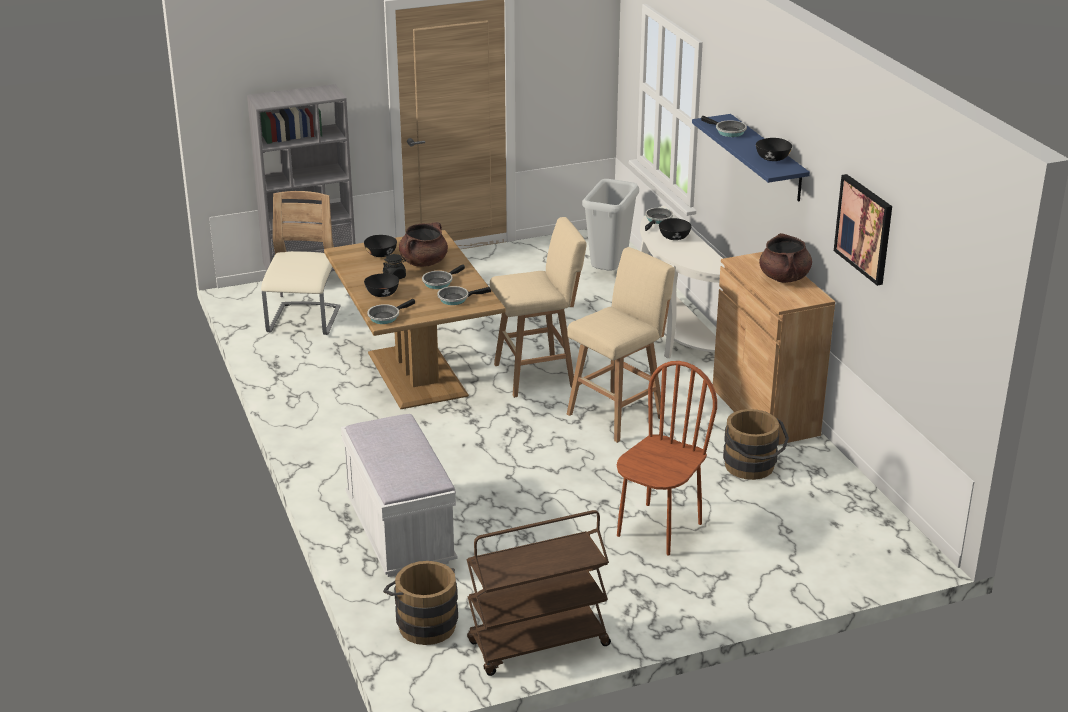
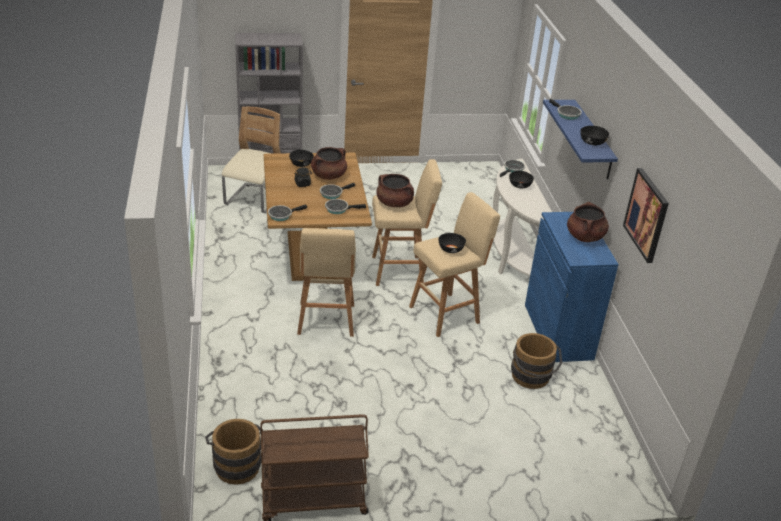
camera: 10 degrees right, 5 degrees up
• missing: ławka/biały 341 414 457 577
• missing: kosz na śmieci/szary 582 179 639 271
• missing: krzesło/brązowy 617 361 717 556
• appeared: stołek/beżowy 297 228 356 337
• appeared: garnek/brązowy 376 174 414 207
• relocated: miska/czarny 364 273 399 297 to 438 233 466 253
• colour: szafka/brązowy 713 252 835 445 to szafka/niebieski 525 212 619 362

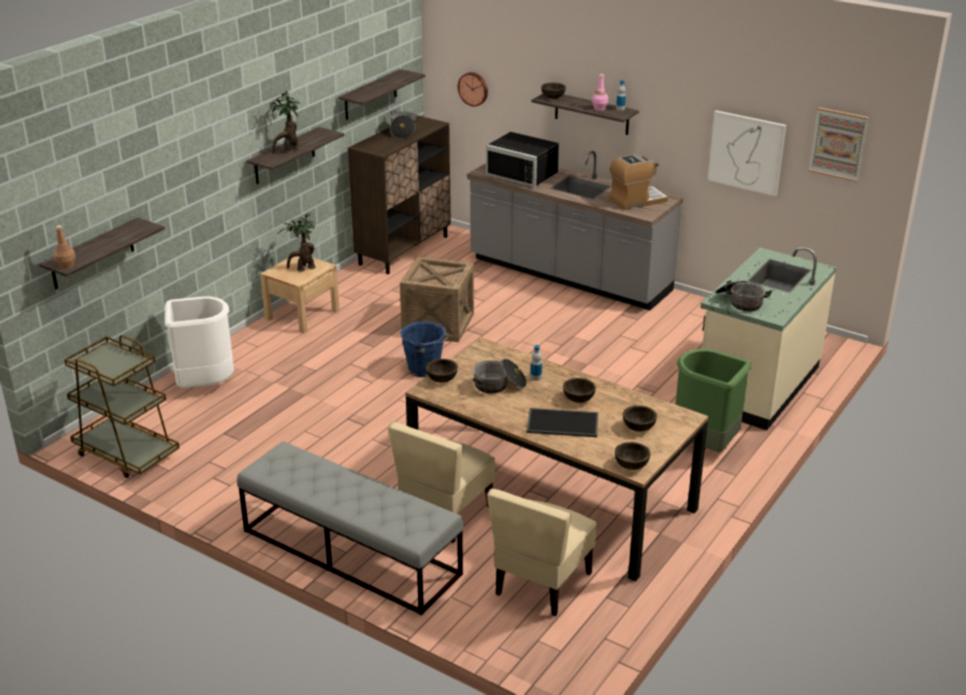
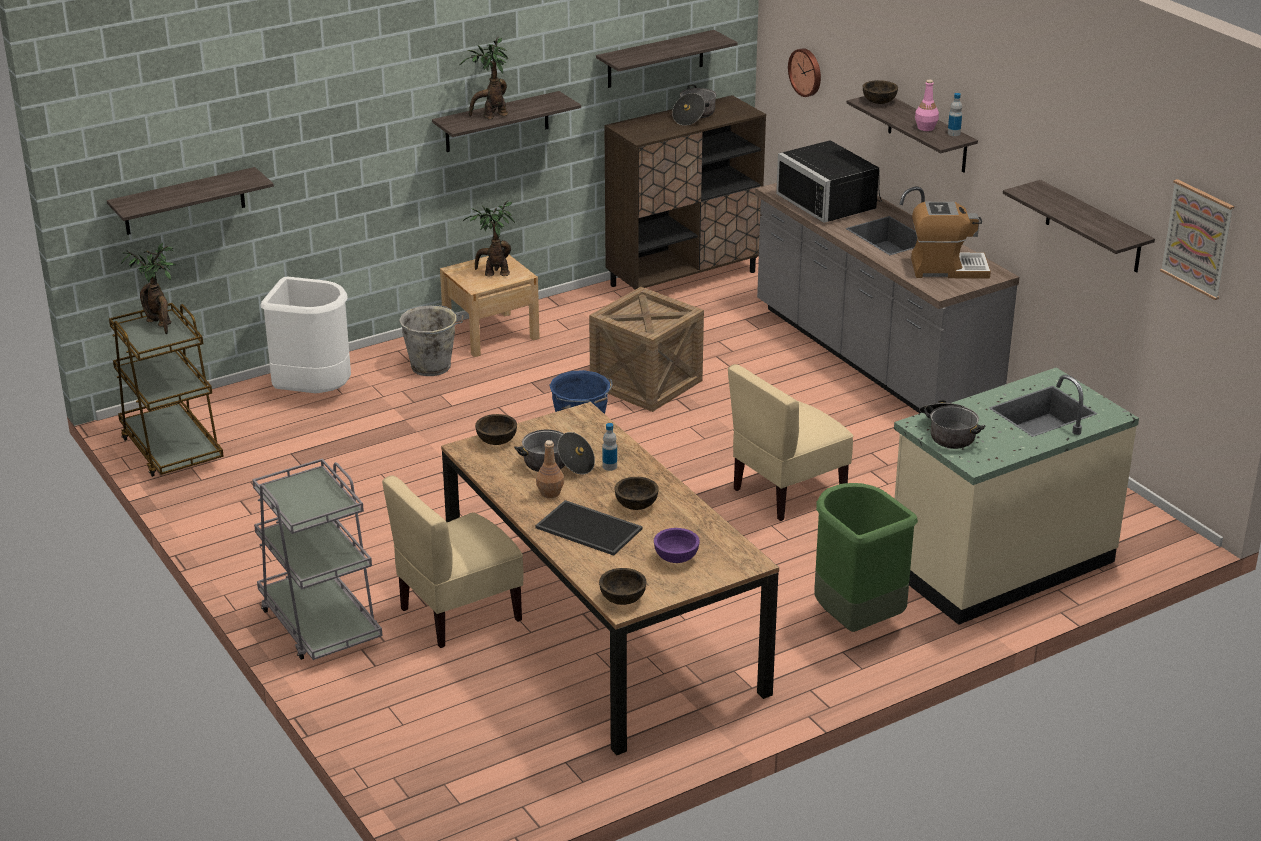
camera: 25 degrees right, 0 degrees up
• appeared: roślina doniczkowa 121 243 176 334
• appeared: wiadro/szary 399 305 464 376
• relocated: butelka/brązowy 54 225 76 269 to 536 440 564 498
• relocated: krzesło/beżowy 487 488 597 616 to 728 364 853 521
• exchanged: ławka/szary 237 442 464 615 to wózek/szary 252 459 382 660
• exchanged: obraz 708 110 786 196 to półka 1003 180 1155 273
• colour: miska/brązowy 623 405 657 432 to miska/fioletowy 654 528 700 563

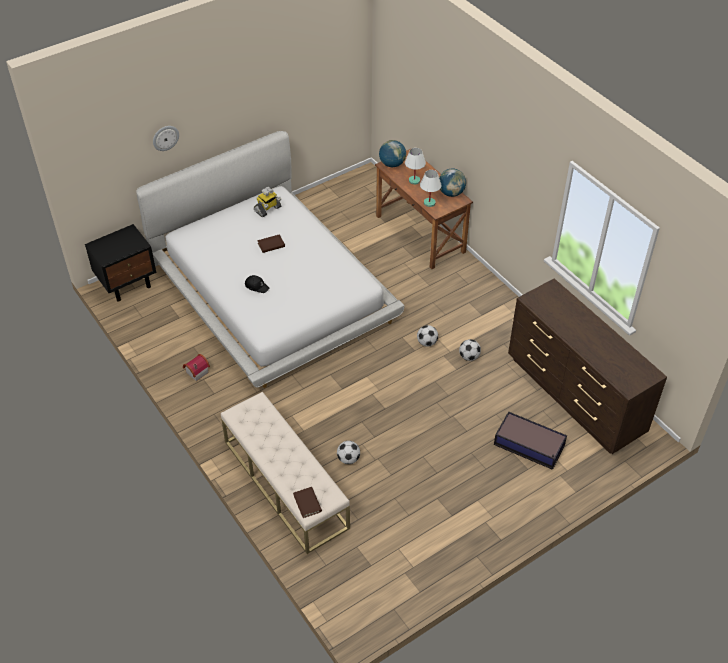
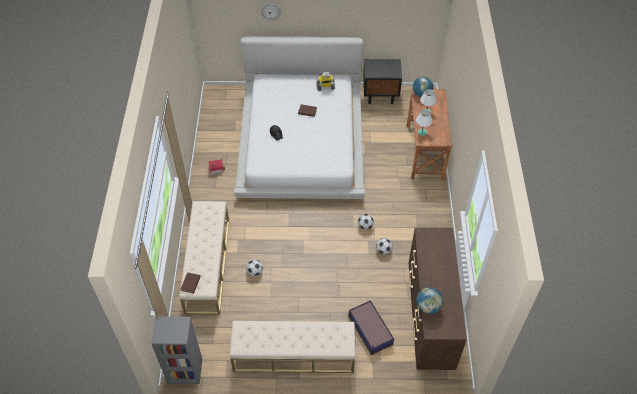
camera: 35 degrees right, 5 degrees up
• appeared: regał/szary 151 317 202 384
• appeared: ławka/beżowy 230 321 355 373
• relocated: szafka nocna/czarny 85 224 157 302 to 363 59 402 104
• relocated: globus 439 168 466 197 to 417 287 443 314

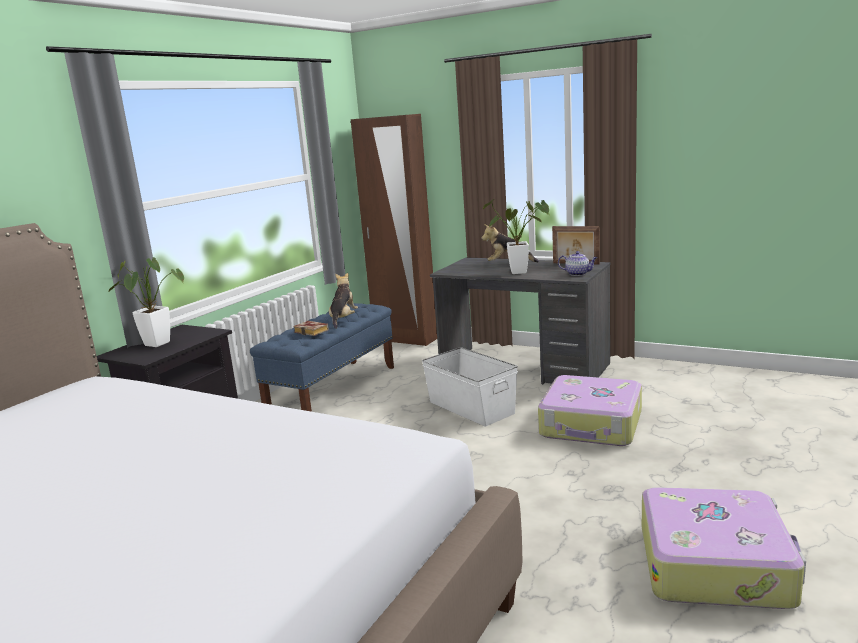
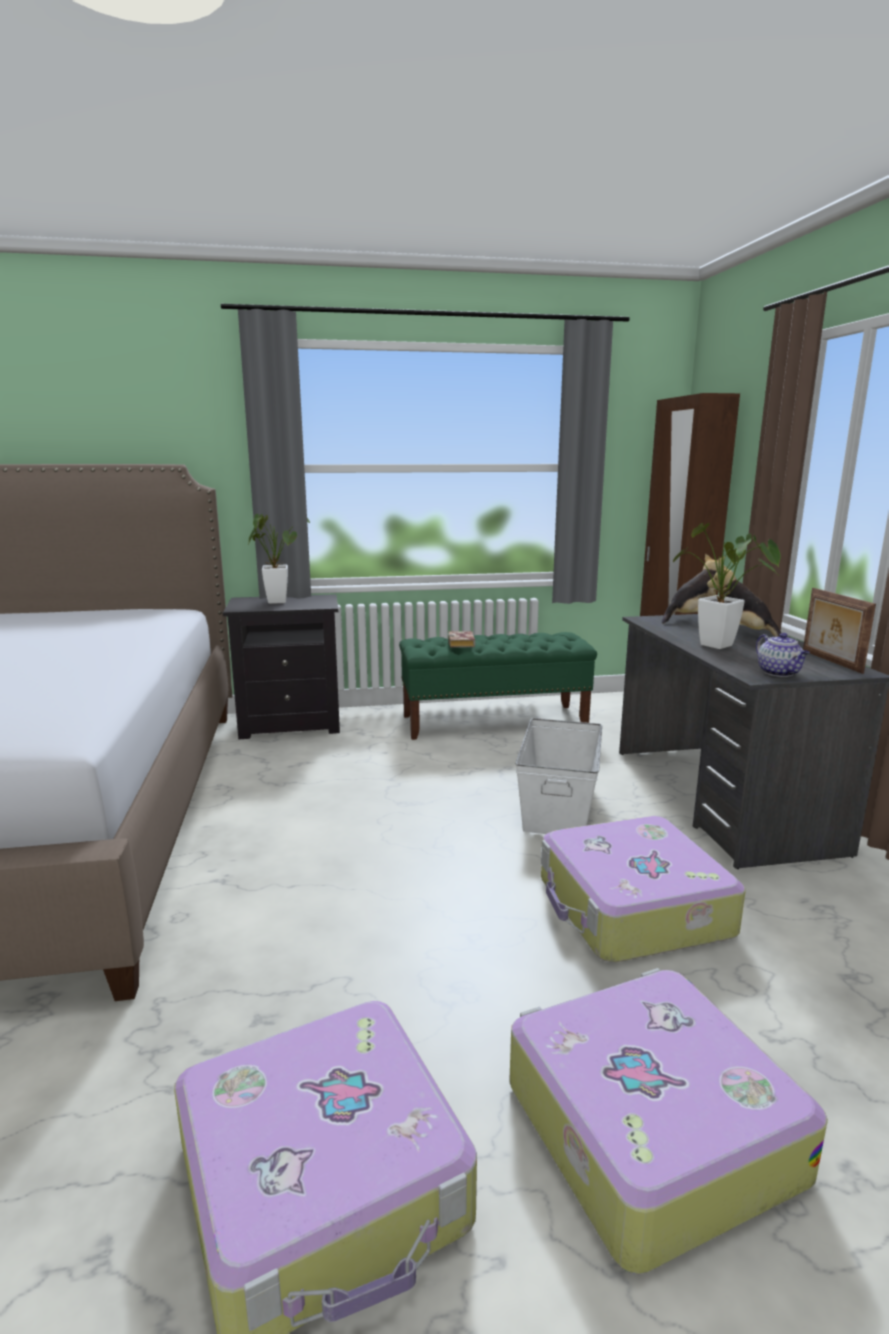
camera: 50 degrees right, 0 degrees up
• appeared: walizka 509 968 828 1274
• relocated: pluszak 329 273 358 329 to 662 554 725 624
• colour: ławka/niebieski 250 303 394 412 to ławka/zielony 399 632 597 740

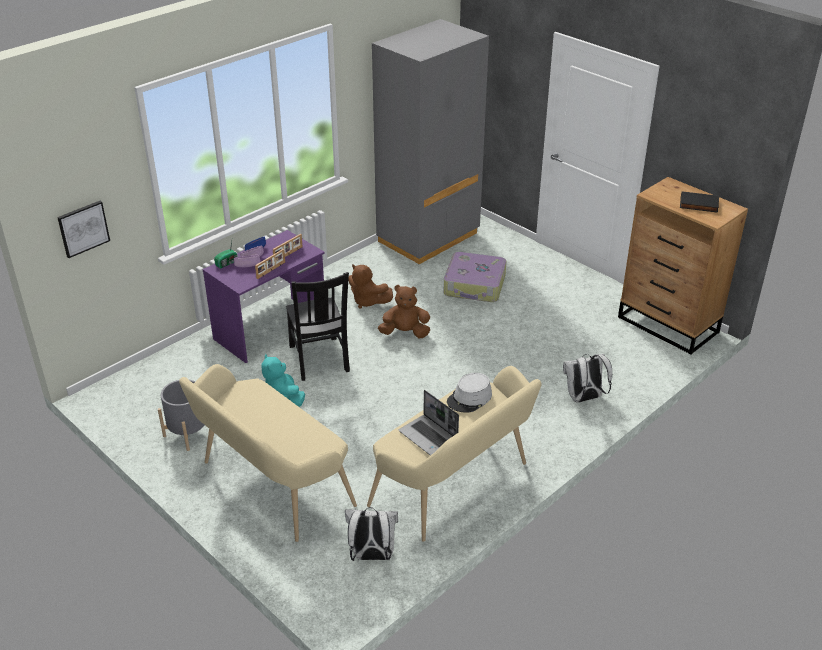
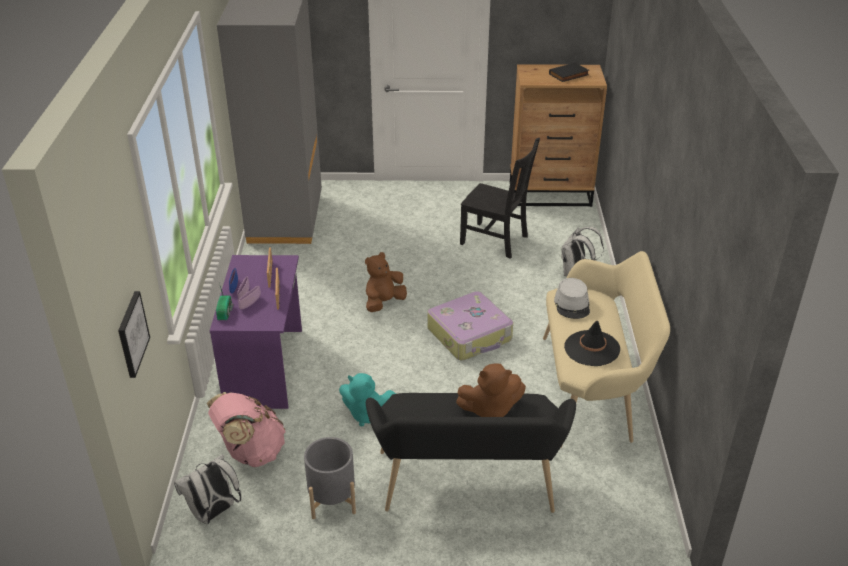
camera: 45 degrees left, 0 degrees up
• appeared: plecak/różowy 207 392 286 467
• relocated: krzesło/czarny 286 272 350 381 to 460 138 540 259
• relocated: plecak/biały 345 507 398 561 to 174 454 241 524
• relocated: pluszak/brązowy 348 264 393 309 to 456 363 526 417
• relocated: walizka 444 252 506 302 to 427 291 513 361
• exchanged: laptop 399 390 459 456 to kapelusz/czarny 564 321 620 366
• colour: ławka/beżowy 179 364 357 542 to ławka/czarny 366 393 576 513

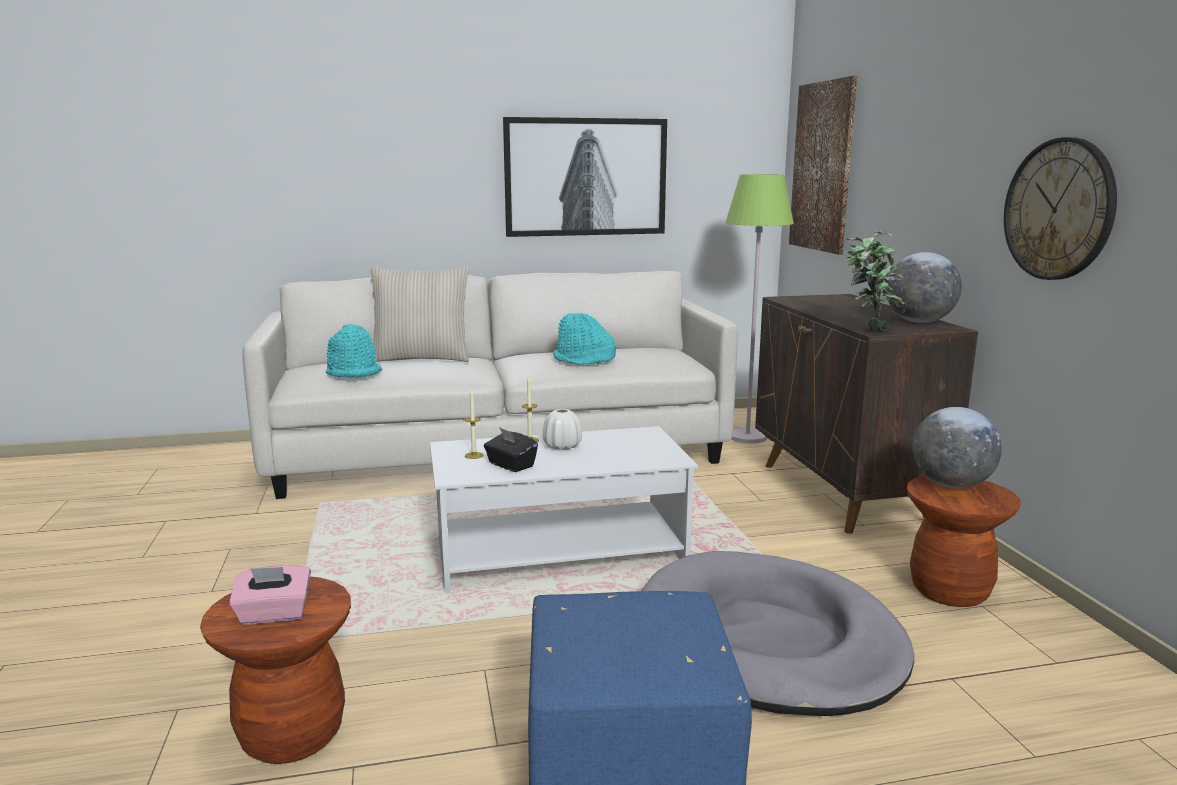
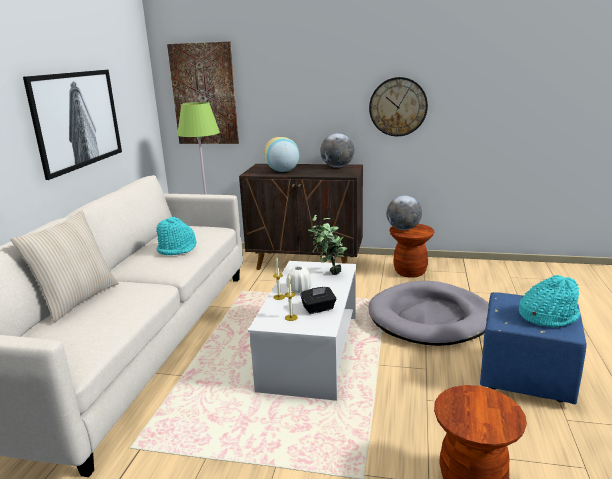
camera: 65 degrees left, 5 degrees up
• missing: pudełko chusteczek/różowy 229 565 311 625
• appeared: wazon 264 137 299 172
• relocated: kapelusz/turkusowy 326 323 382 378 to 519 275 580 327
• relocated: roślina doniczkowa 846 230 904 331 to 308 215 347 275

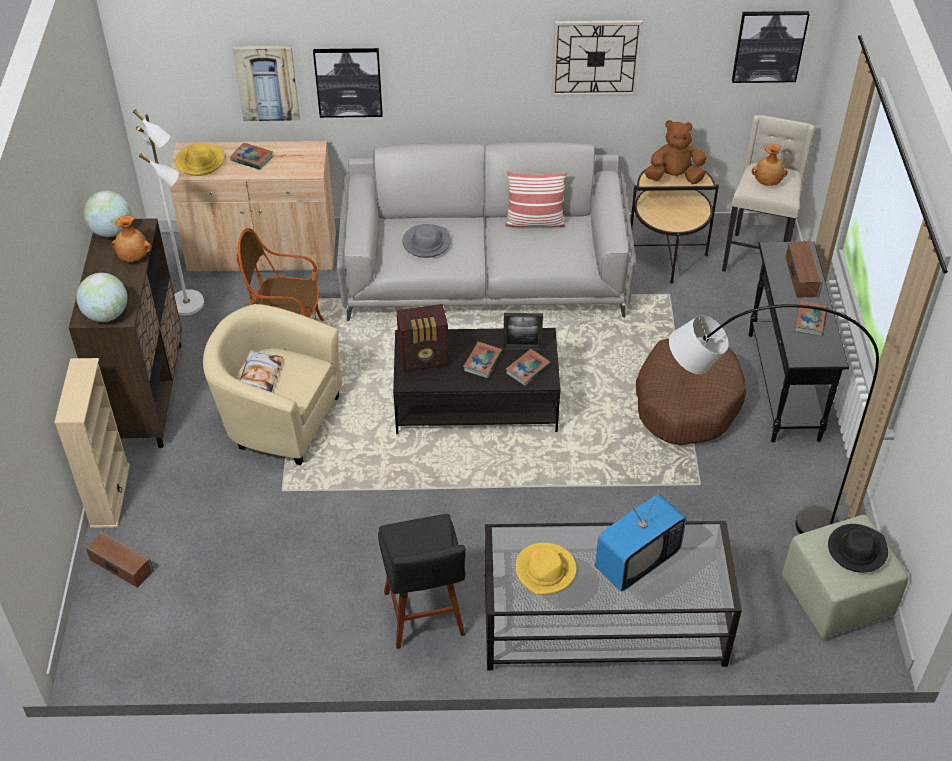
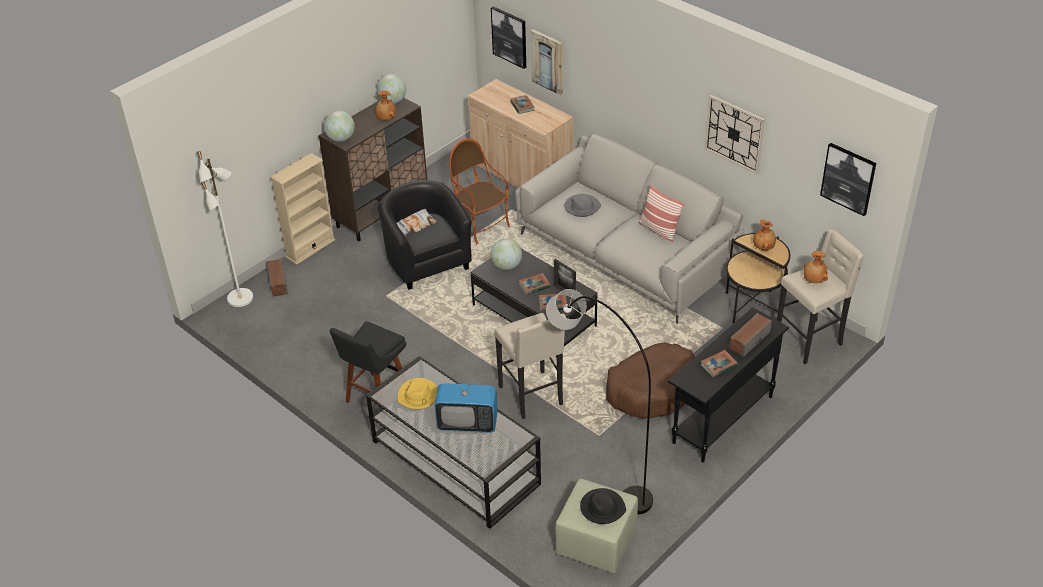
camera: 45 degrees right, 5 degrees down
• missing: kapelusz/żółty 175 144 224 176
• appeared: stołek/beżowy 494 313 566 419
• relocated: lampa stojąca/biały 133 109 204 316 to 197 151 253 307
• relocated: obraz 313 48 383 118 to 491 6 526 69
• exchanged: radio 396 304 449 372 to globus 491 238 522 270
• exchanged: pluszak/brązowy 645 120 706 184 to wazon/brązowy 753 219 776 250
• colour: fotel/beżowy 203 304 342 465 to fotel/czarny 378 180 472 290

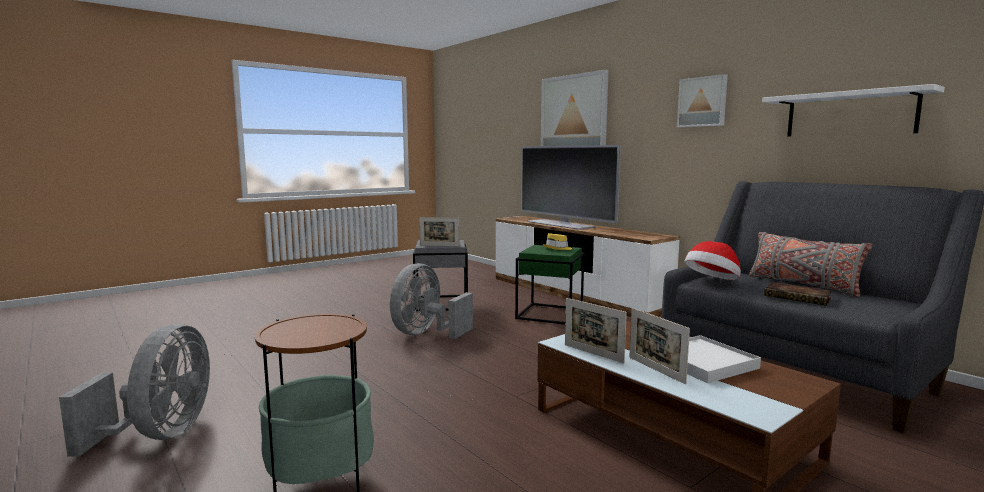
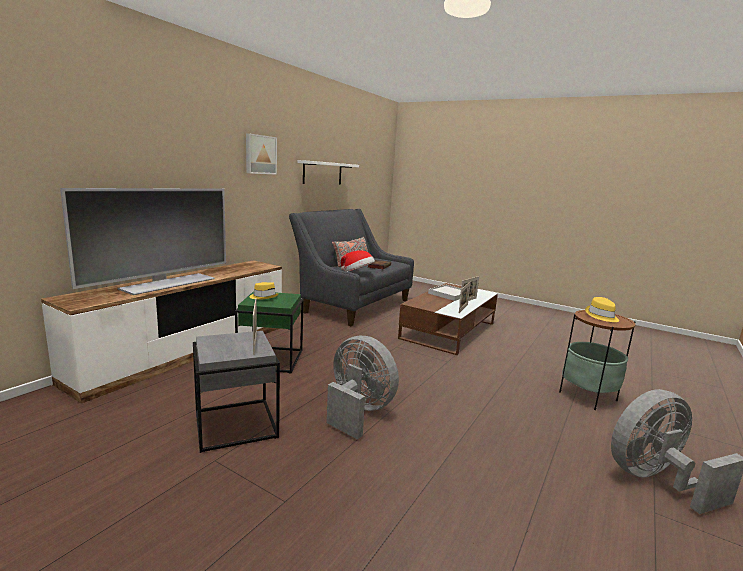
camera: 110 degrees left, 5 degrees up
• missing: obraz 541 69 609 146
• appeared: kapelusz/żółty 585 297 619 322
• spun: wentylator/szary 390 263 473 339 = 327 336 399 440 150 degrees counterclockwise

